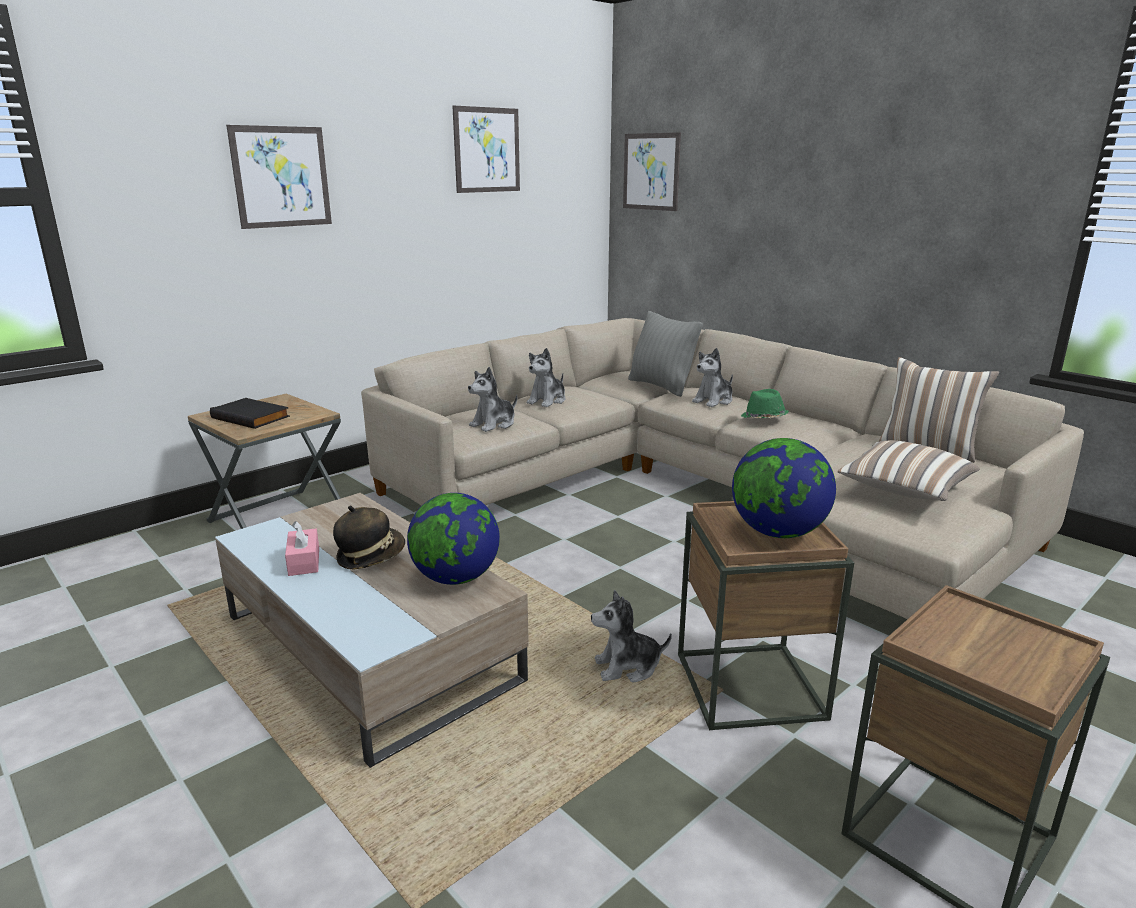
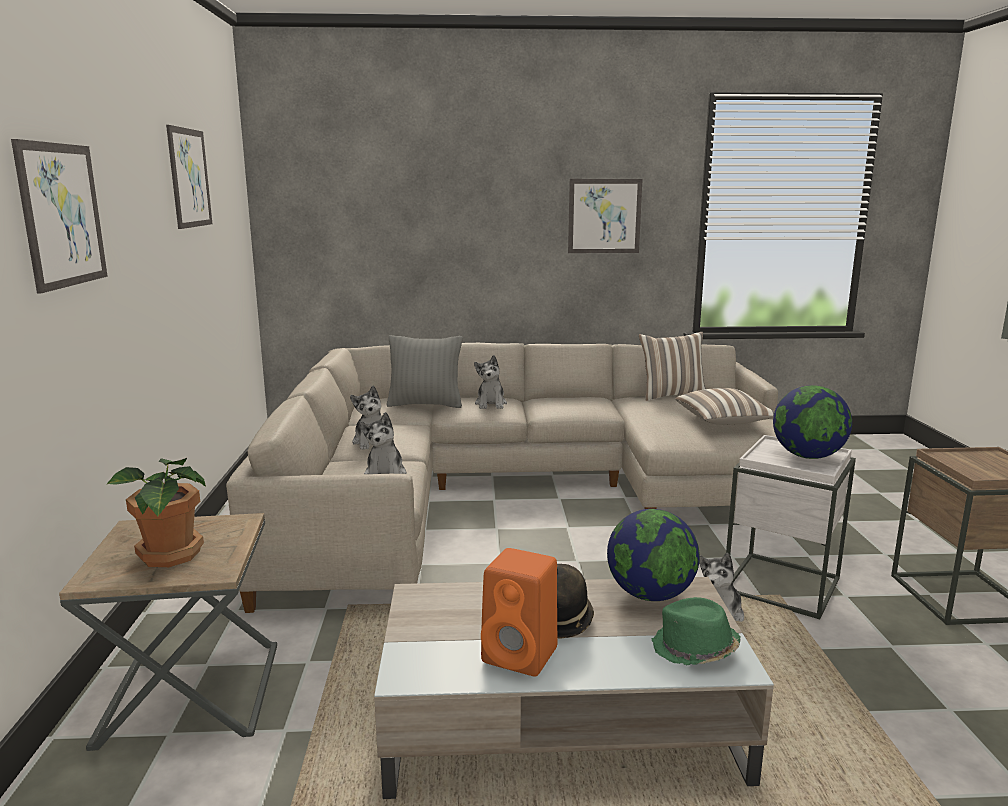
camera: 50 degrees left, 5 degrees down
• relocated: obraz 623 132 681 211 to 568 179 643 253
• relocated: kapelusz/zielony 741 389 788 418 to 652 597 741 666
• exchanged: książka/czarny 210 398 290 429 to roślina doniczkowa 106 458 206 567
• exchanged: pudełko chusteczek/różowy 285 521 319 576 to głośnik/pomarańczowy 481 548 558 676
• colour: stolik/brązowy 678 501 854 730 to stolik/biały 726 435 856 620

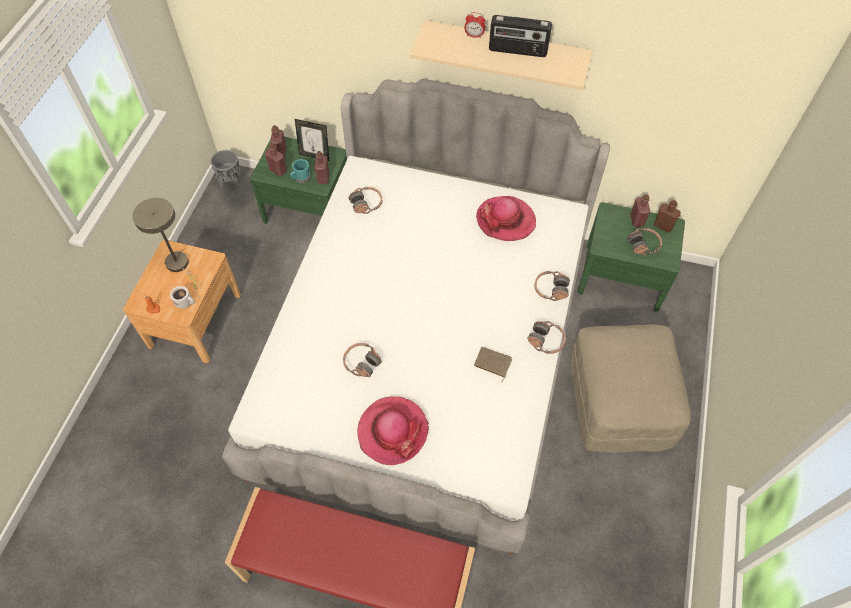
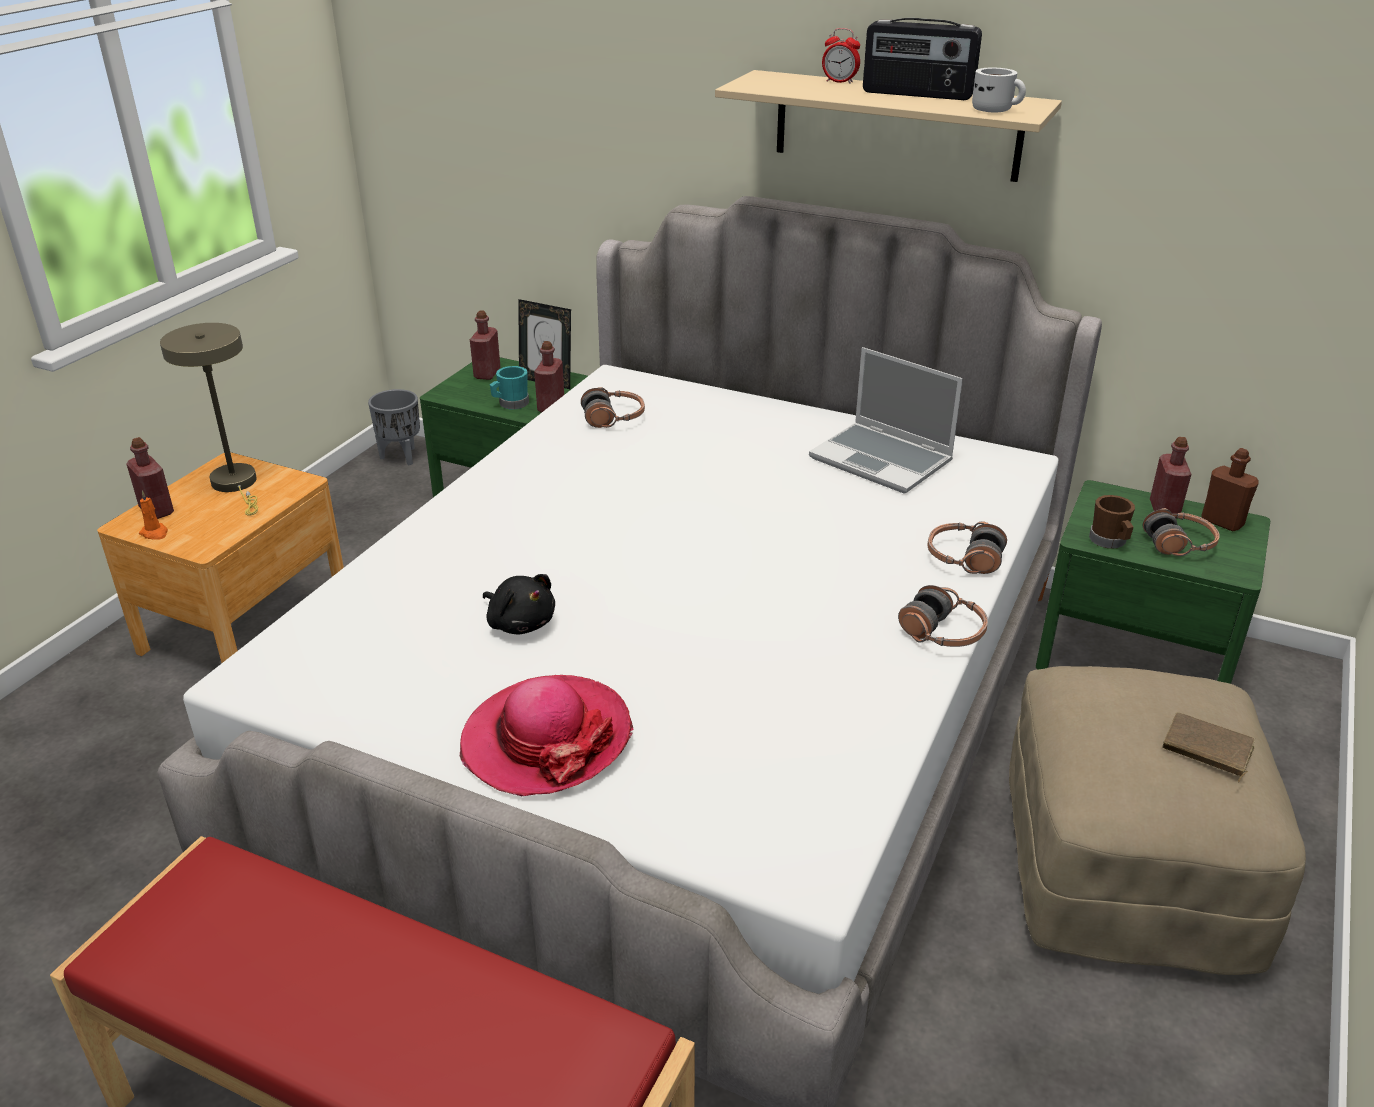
camera: 10 degrees right, 25 degrees down
• appeared: kubek/brązowy 1089 495 1135 549
• relocated: kubek/biały 170 286 195 309 to 972 68 1026 112
• relocated: butelka/czerwony 265 143 287 176 to 127 437 174 519
• relocated: książka/brązowy 474 347 512 381 to 1162 712 1255 782
• exchanged: słuchawki 343 343 382 377 to pluszak/czarny 483 574 555 635
• exchanged: kapelusz 476 196 536 241 to laptop 809 347 963 494

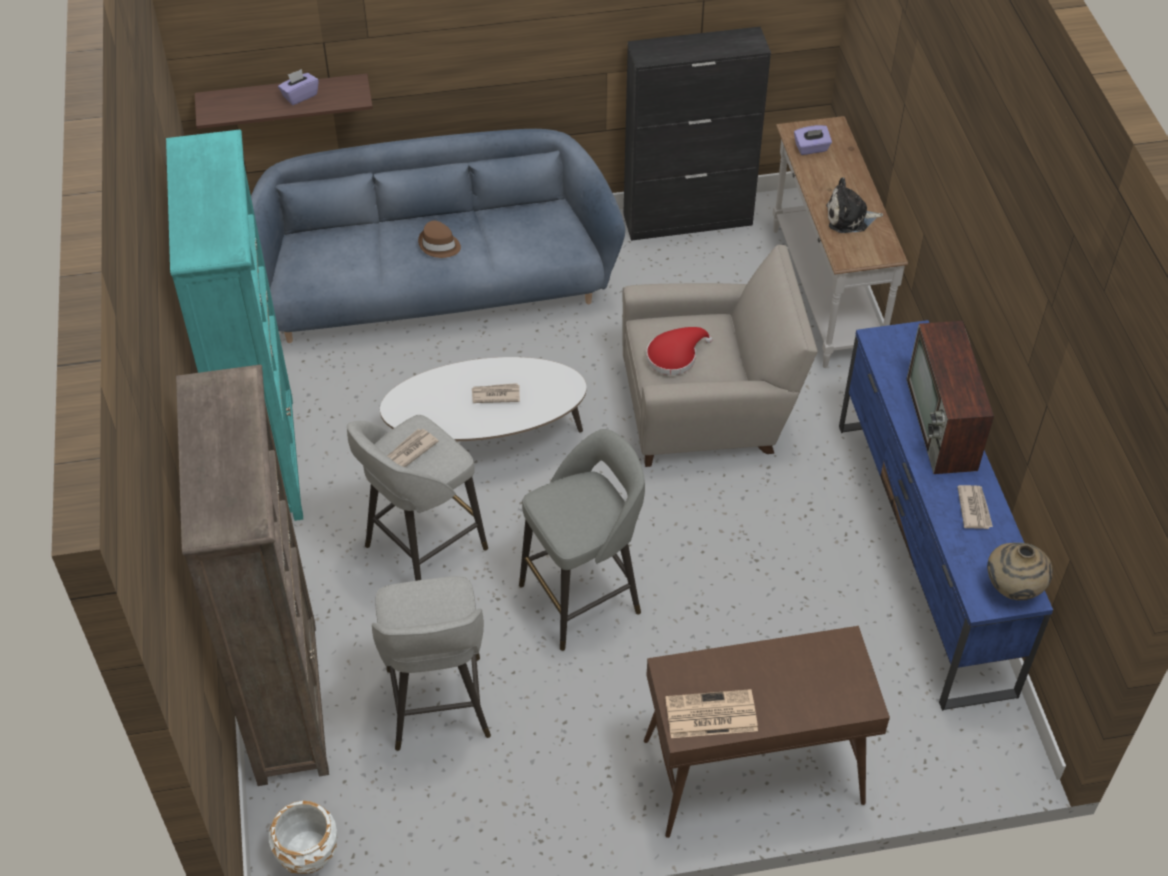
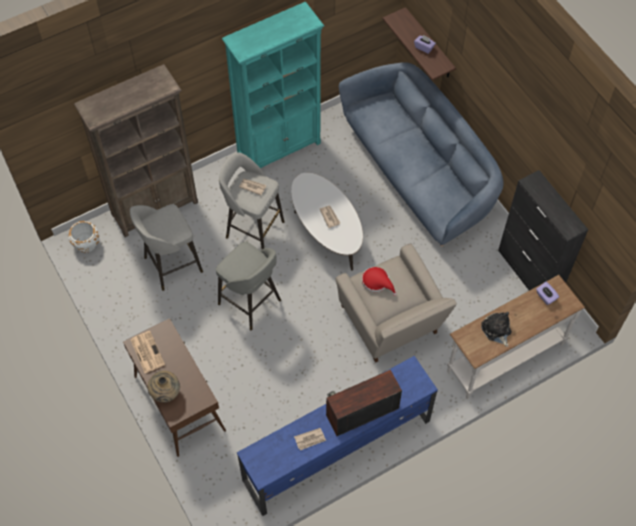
camera: 70 degrees right, 10 degrees up
• missing: kapelusz/brązowy 418 220 461 258
• relocated: wazon/beżowy 987 543 1053 600 to 147 371 180 403

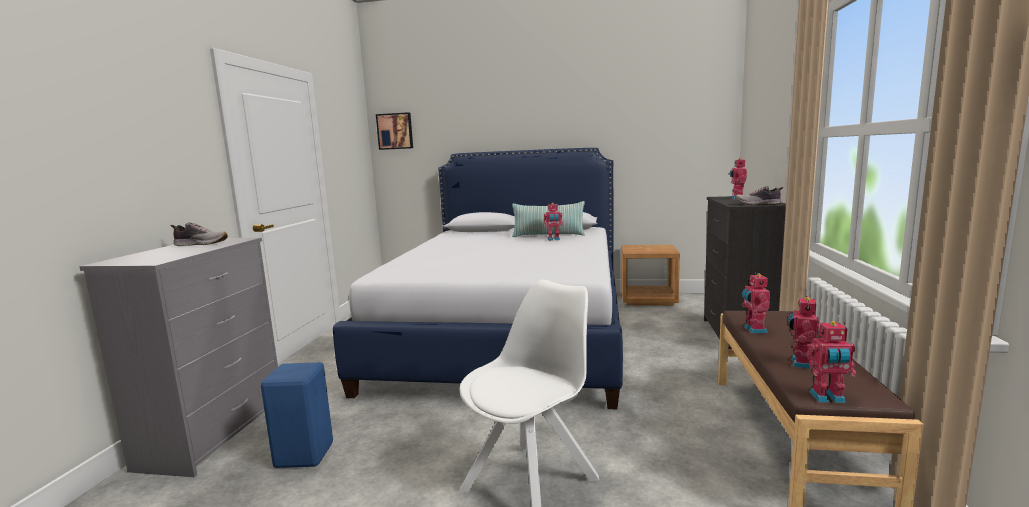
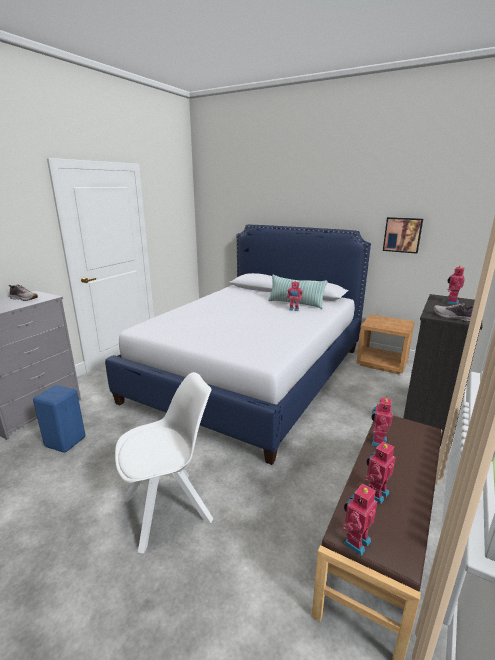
camera: 20 degrees right, 10 degrees up
• relocated: obraz 376 112 413 150 to 383 217 423 254
• spun: robot zabawkowy 807 321 856 403 = 342 483 377 556 105 degrees clockwise

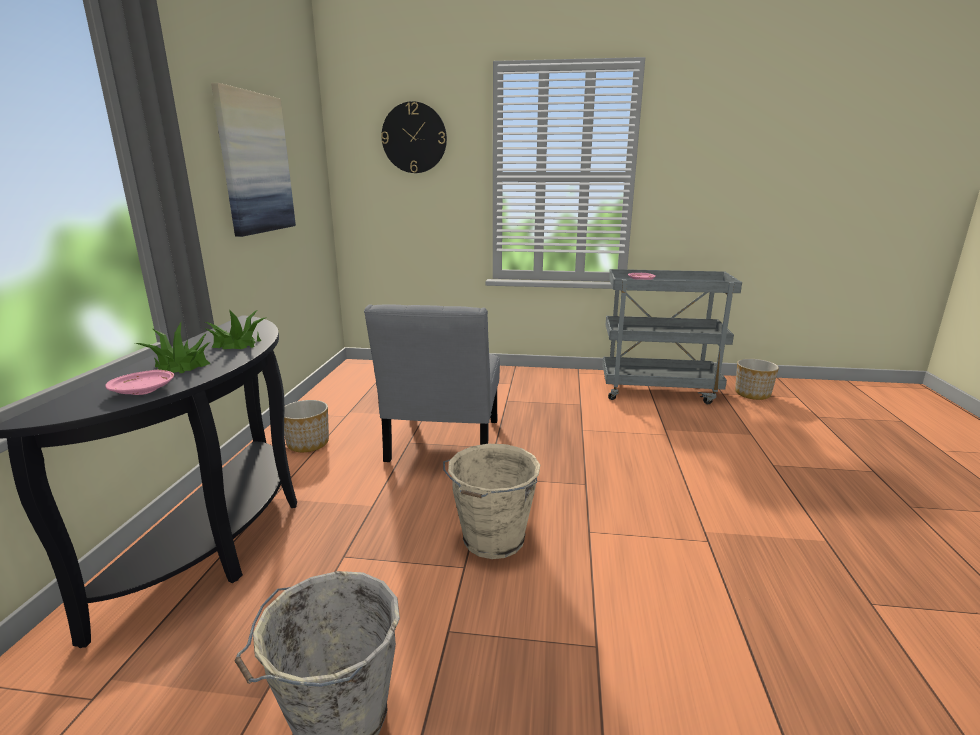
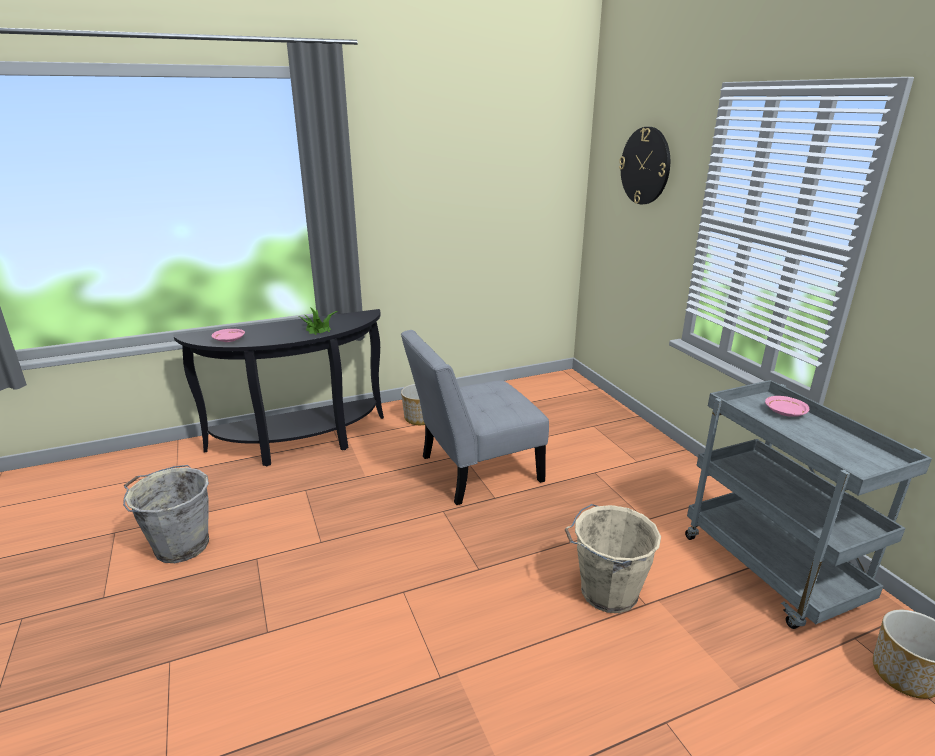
camera: 60 degrees right, 5 degrees up
• missing: roślina doniczkowa 135 322 211 373
• missing: obraz 211 83 296 237
• relocated: wiadro/beżowy 443 444 540 559 to 565 504 661 613

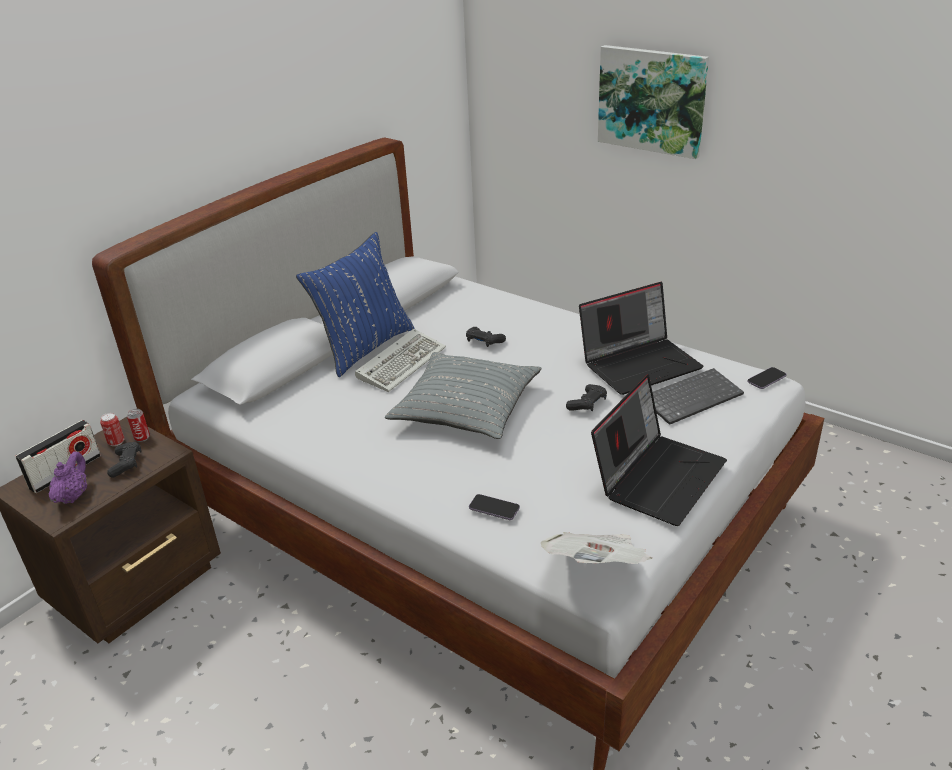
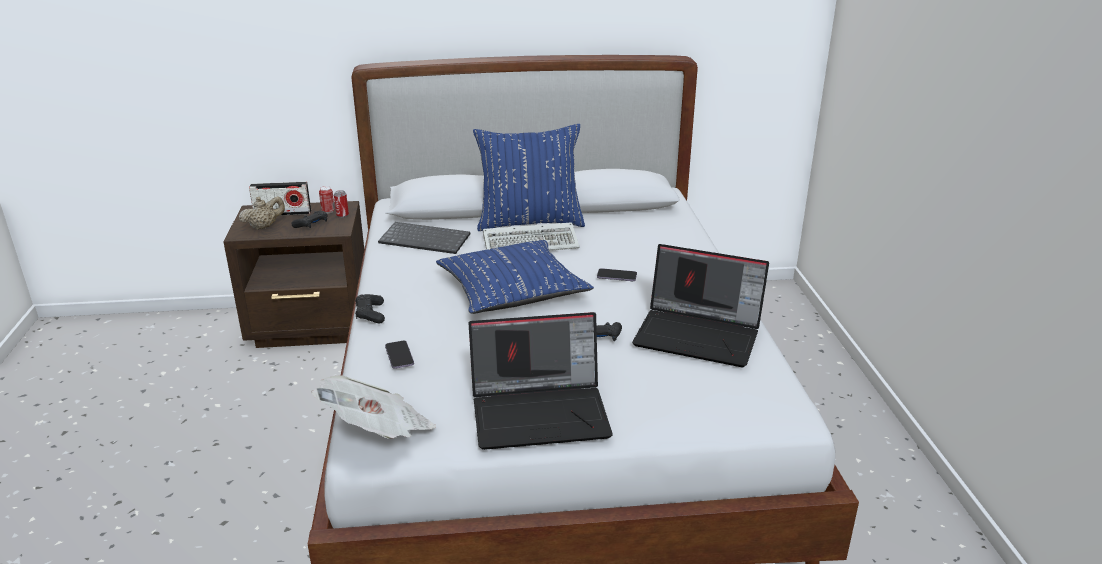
camera: 45 degrees right, 5 degrees down
• missing: obraz 598 45 709 159
• relocated: pad do gier/czarny 466 327 506 347 to 355 294 385 324
• relocated: klawiatura 653 368 744 425 to 378 222 471 254
• relocated: telefon 747 367 787 389 to 597 268 637 282
• colour: imbryk/fioletowy 49 451 87 504 to imbryk/beżowy 239 196 285 230
• colour: poduszka/szary 385 352 541 439 to poduszka/niebieski 436 240 594 314

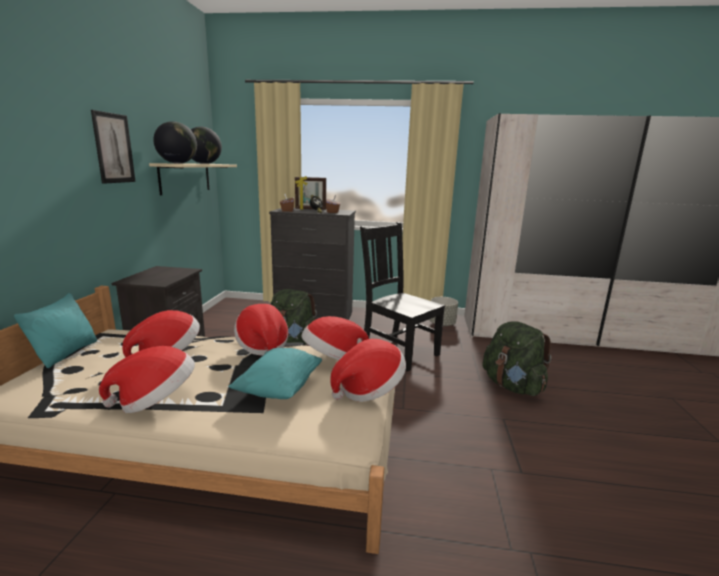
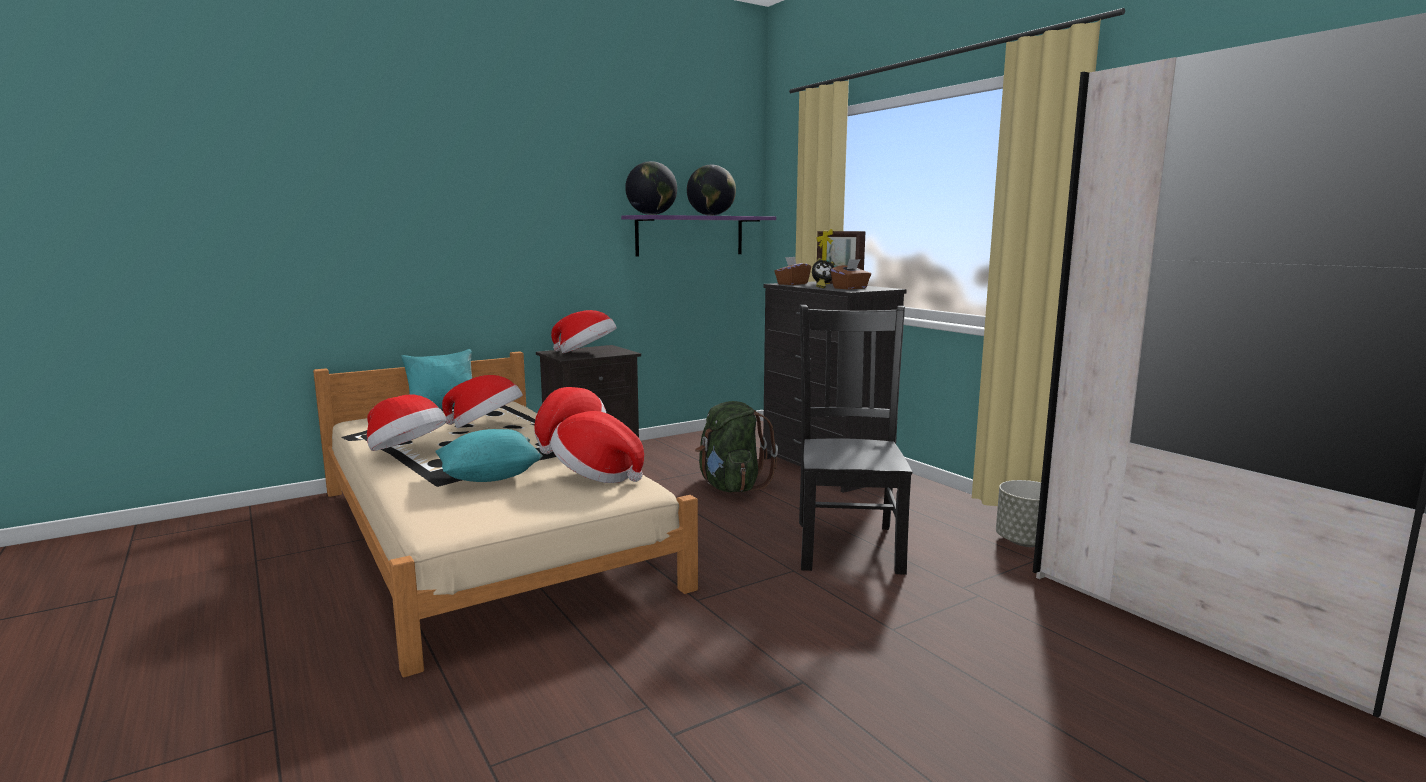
camera: 50 degrees right, 5 degrees down
• missing: obraz 91 110 136 184
• missing: plecak/zielony 482 321 551 396
• relocated: kapelusz 330 339 406 402 to 551 310 617 353
• colour: półka/beżowy 149 163 237 195 to półka/fioletowy 621 215 776 256

